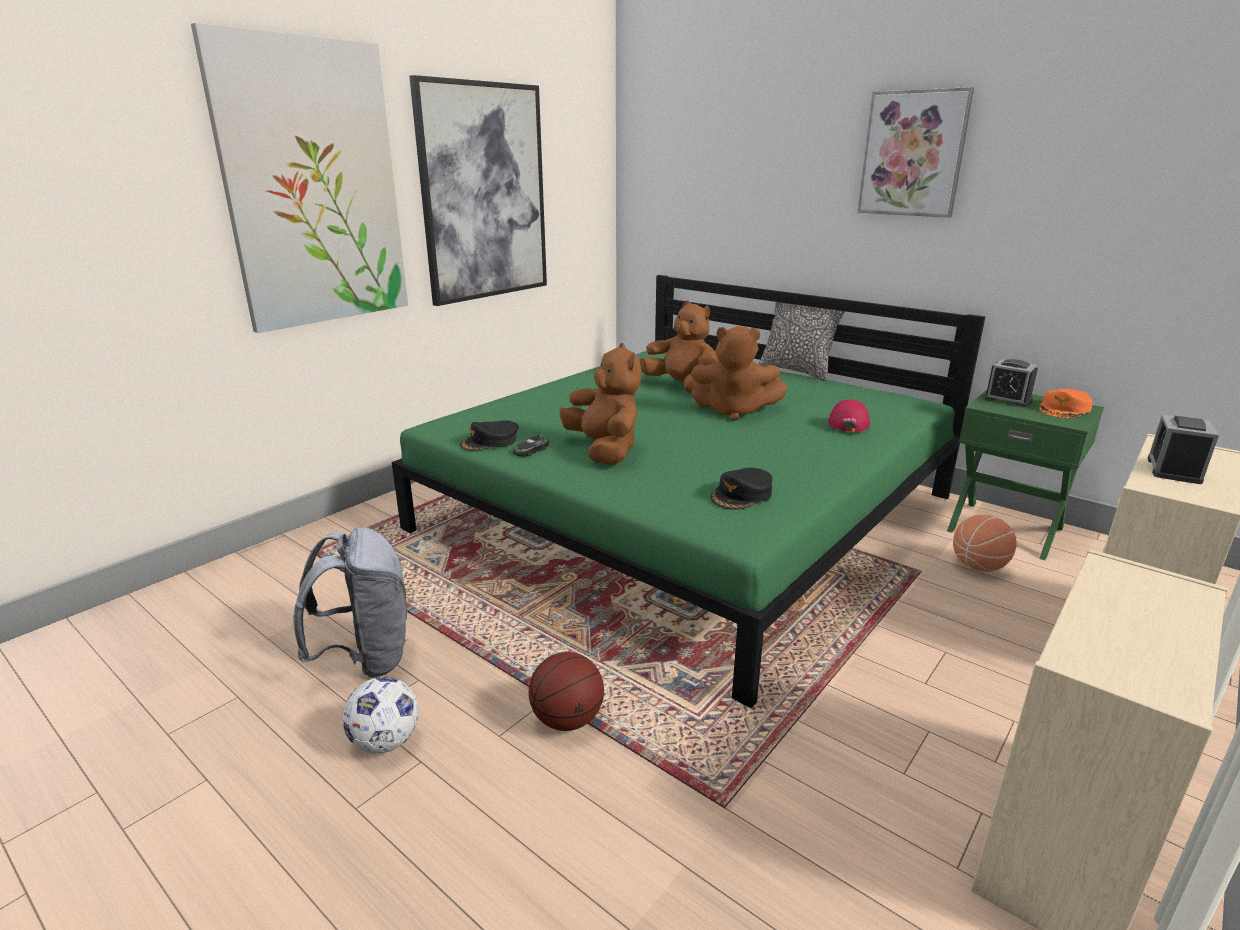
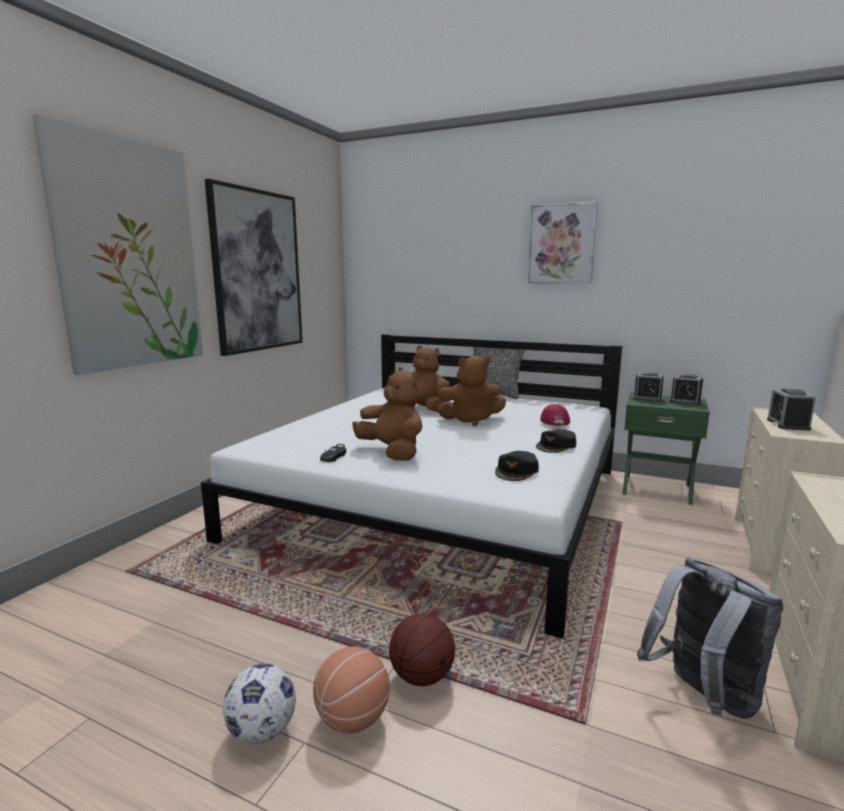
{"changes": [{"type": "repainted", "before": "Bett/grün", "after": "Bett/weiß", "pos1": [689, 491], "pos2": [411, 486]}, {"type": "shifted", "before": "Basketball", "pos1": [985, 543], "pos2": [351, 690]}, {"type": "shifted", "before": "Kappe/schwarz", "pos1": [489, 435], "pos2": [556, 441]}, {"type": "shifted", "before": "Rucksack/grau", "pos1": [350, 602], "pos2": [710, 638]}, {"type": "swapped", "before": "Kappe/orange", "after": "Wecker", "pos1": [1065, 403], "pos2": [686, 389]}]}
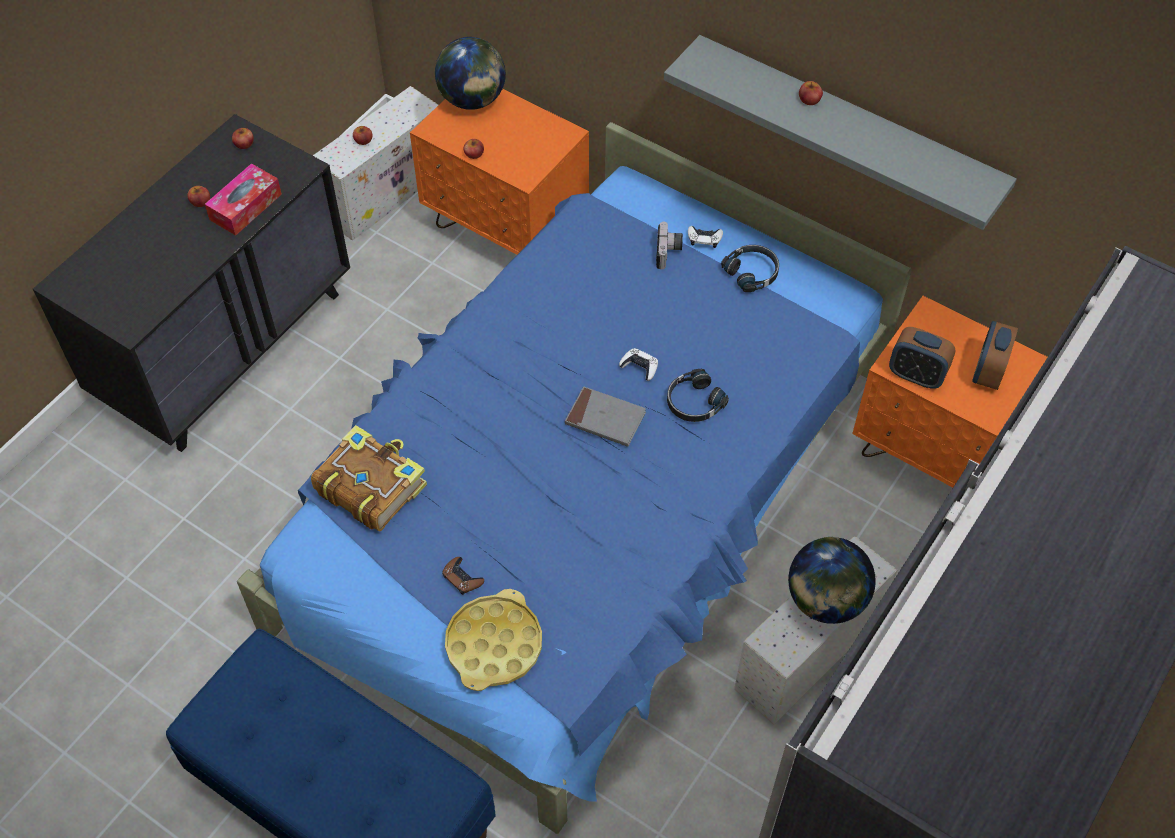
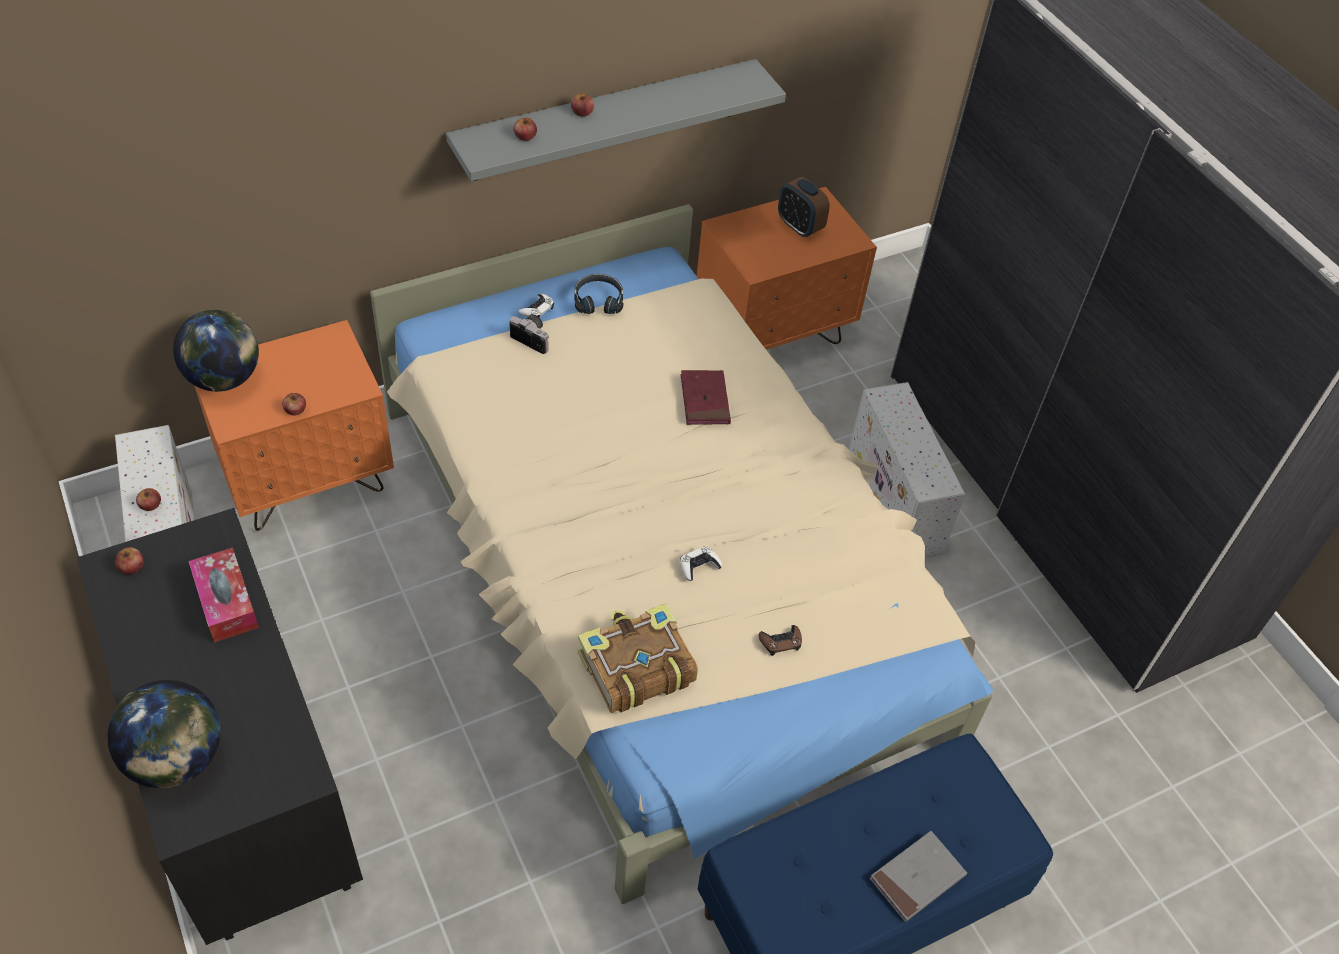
{"changes": [{"type": "shifted", "before": "Globus", "pos1": [832, 580], "pos2": [164, 734]}, {"type": "repainted", "before": "Bett/blau", "after": "Bett/beige", "pos1": [574, 478], "pos2": [681, 554]}, {"type": "shifted", "before": "Apfel", "pos1": [198, 196], "pos2": [525, 129]}, {"type": "shifted", "before": "Gamepad/weiß", "pos1": [638, 364], "pos2": [701, 563]}, {"type": "swapped", "before": "Kopfhörer/schwarz", "after": "Buch/rot", "pos1": [698, 395], "pos2": [706, 397]}, {"type": "shifted", "before": "Buch/grau", "pos1": [605, 416], "pos2": [918, 876]}, {"type": "gone", "before": "Tablett/gelb", "pos1": [493, 640]}, {"type": "gone", "before": "Wecker", "pos1": [922, 358]}]}
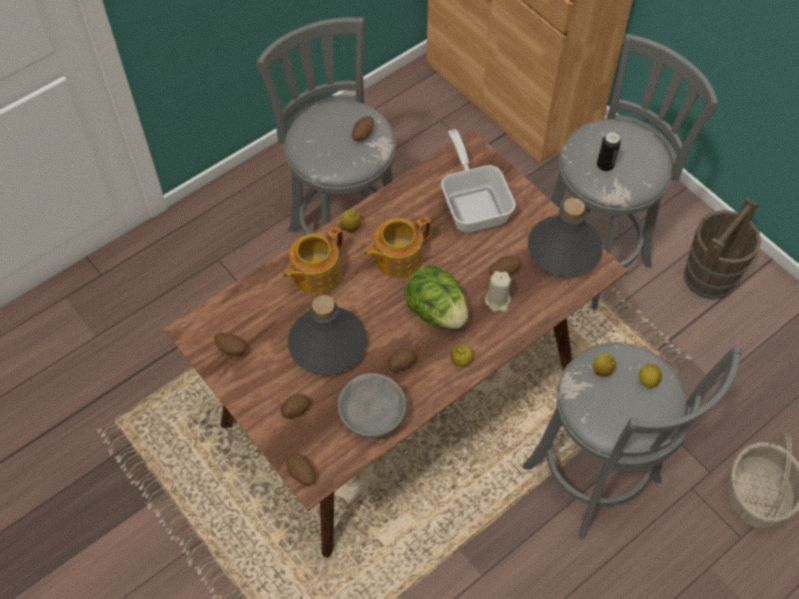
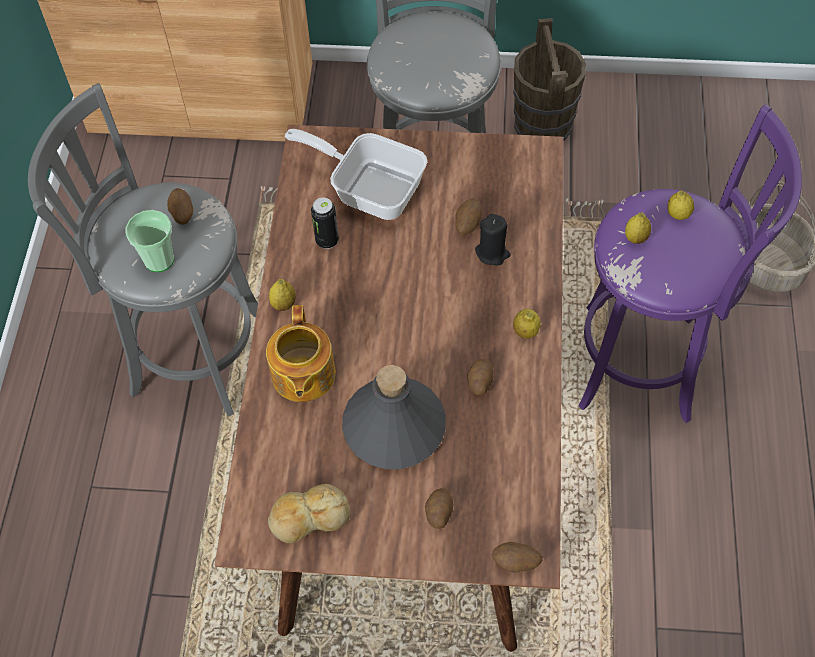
{"changes": [{"type": "new", "after": "Tasse", "pos2": [150, 241]}, {"type": "swapped", "before": "Kartoffel", "after": "Brot", "pos1": [230, 344], "pos2": [309, 513]}, {"type": "shifted", "before": "Dose", "pos1": [609, 152], "pos2": [325, 223]}, {"type": "repainted", "before": "Kerze/beige", "after": "Kerze/schwarz", "pos1": [498, 291], "pos2": [492, 240]}, {"type": "repainted", "before": "Hocker/grau", "after": "Hocker/lila", "pos1": [632, 440], "pos2": [690, 263]}, {"type": "gone", "before": "Schüssel/grau", "pos1": [372, 406]}, {"type": "gone", "before": "Teekanne", "pos1": [397, 247]}, {"type": "gone", "before": "Salatkopf", "pos1": [436, 296]}, {"type": "gone", "before": "Flasche/grau", "pos1": [565, 237]}]}
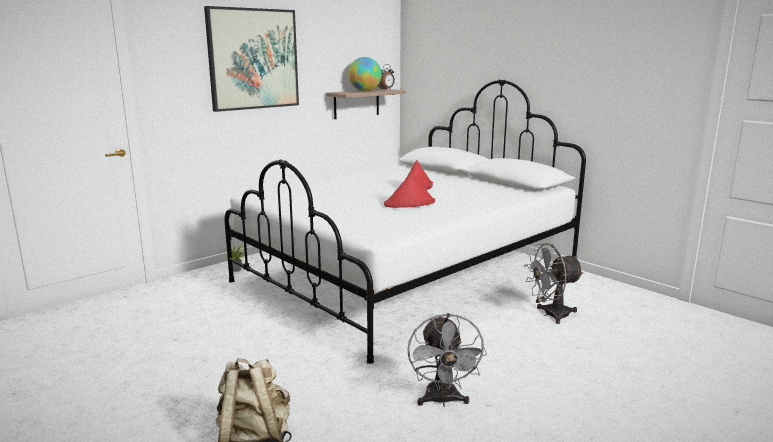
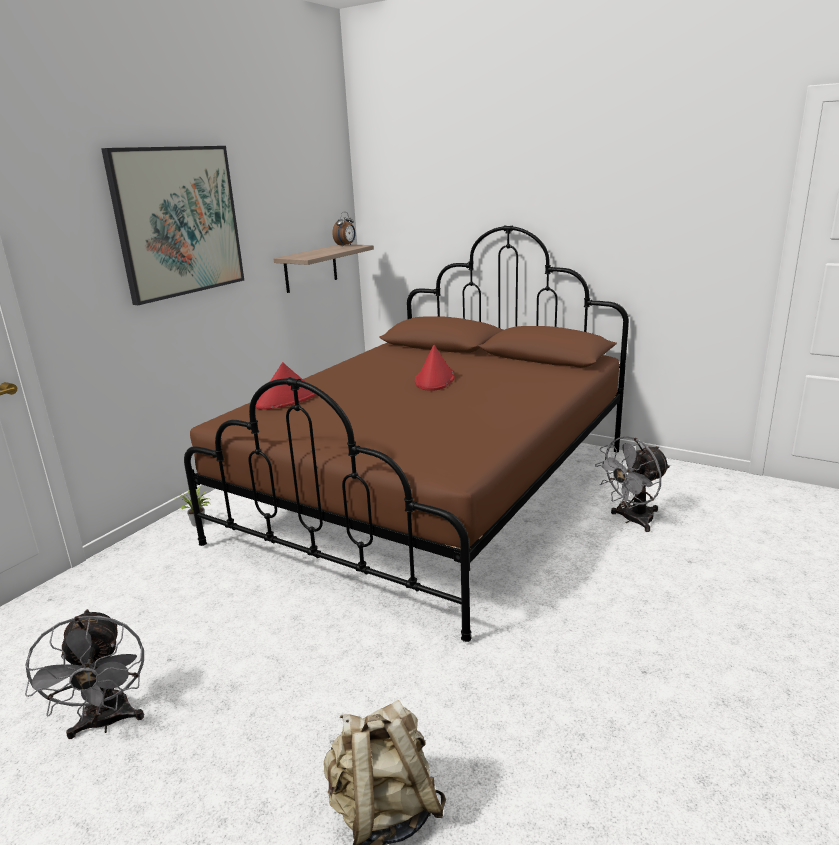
{"changes": [{"type": "shifted", "before": "Ventilator/grau", "pos1": [447, 360], "pos2": [84, 674]}, {"type": "repainted", "before": "Bett/weiß", "after": "Bett/braun", "pos1": [405, 221], "pos2": [406, 433]}, {"type": "shifted", "before": "Hut/rot", "pos1": [409, 190], "pos2": [286, 386]}, {"type": "gone", "before": "Globus", "pos1": [365, 74]}]}
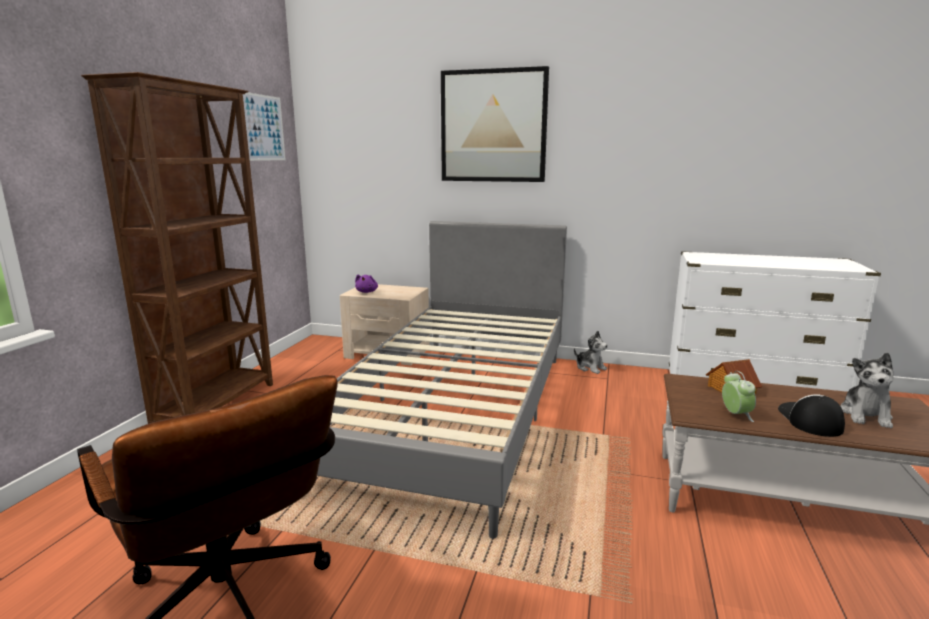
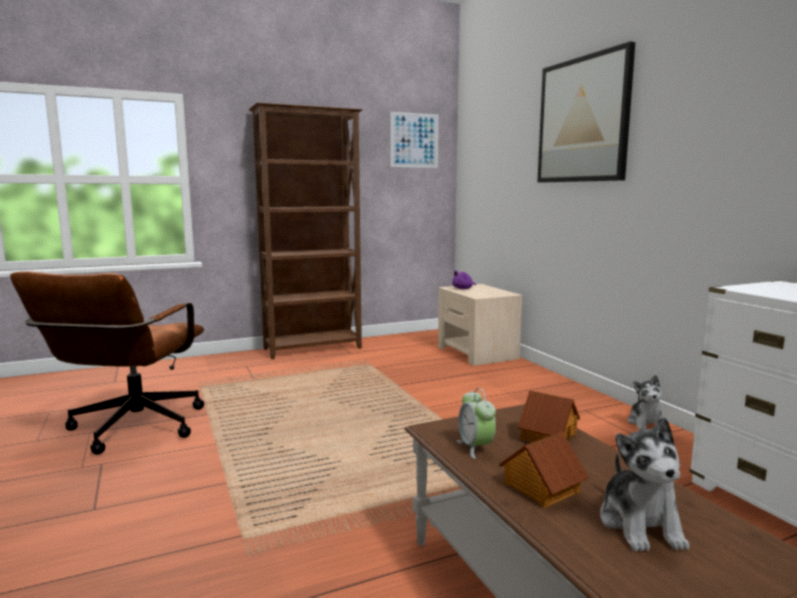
{"changes": [{"type": "rotated", "before": "Wecker", "pos1": [739, 396], "pos2": [476, 423], "turn": 120}, {"type": "swapped", "before": "Kappe", "after": "Spielzeughaus", "pos1": [811, 415], "pos2": [544, 470]}, {"type": "rotated", "before": "Plüschtier", "pos1": [867, 390], "pos2": [645, 484], "turn": -75}, {"type": "gone", "before": "Bett/grau", "pos1": [442, 380]}]}
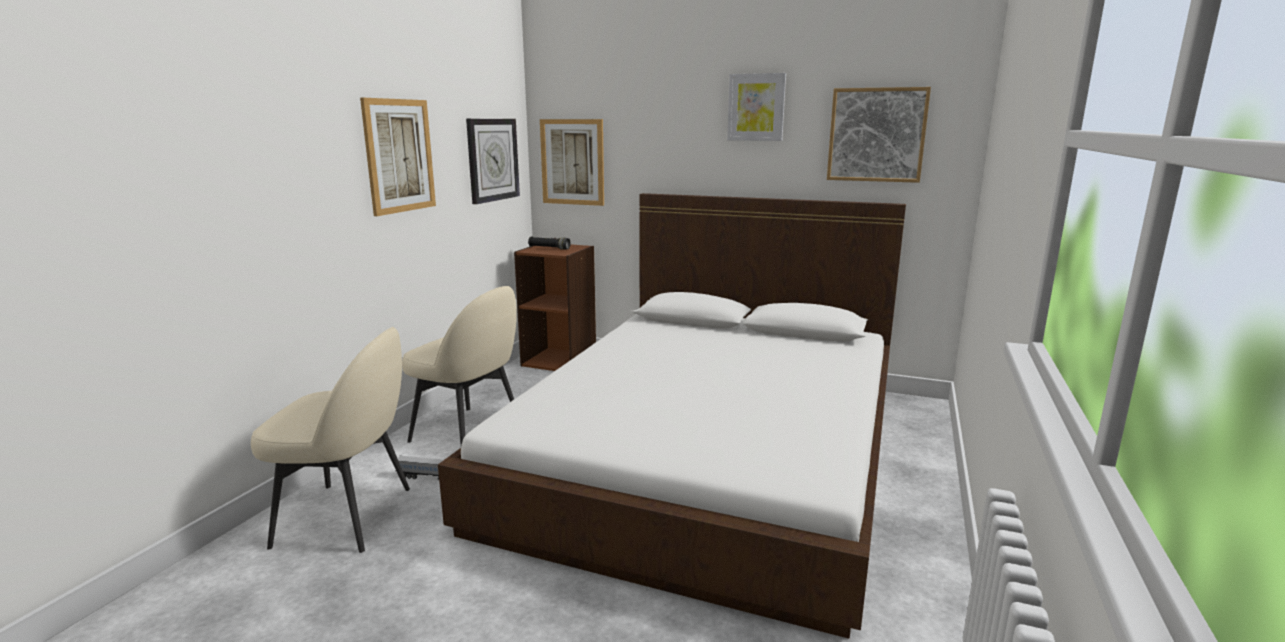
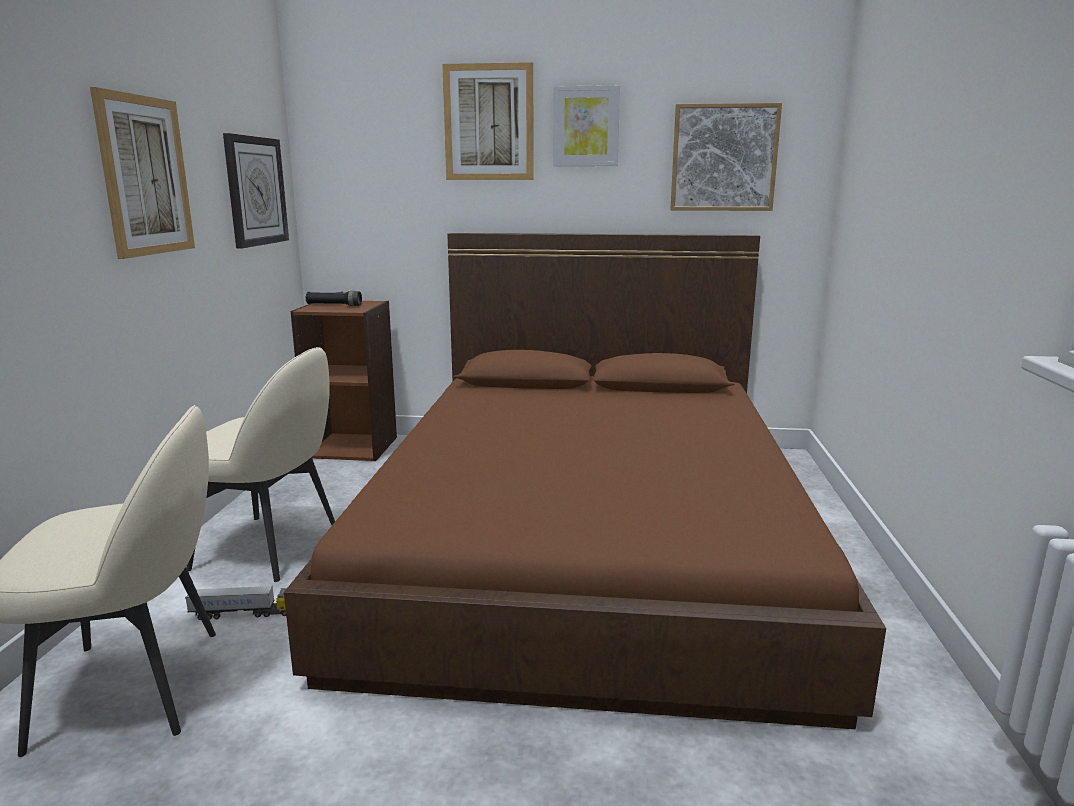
{"changes": [{"type": "repainted", "before": "Bett/weiß", "after": "Bett/braun", "pos1": [672, 416], "pos2": [585, 481]}, {"type": "shifted", "before": "Bild", "pos1": [572, 162], "pos2": [487, 121]}]}
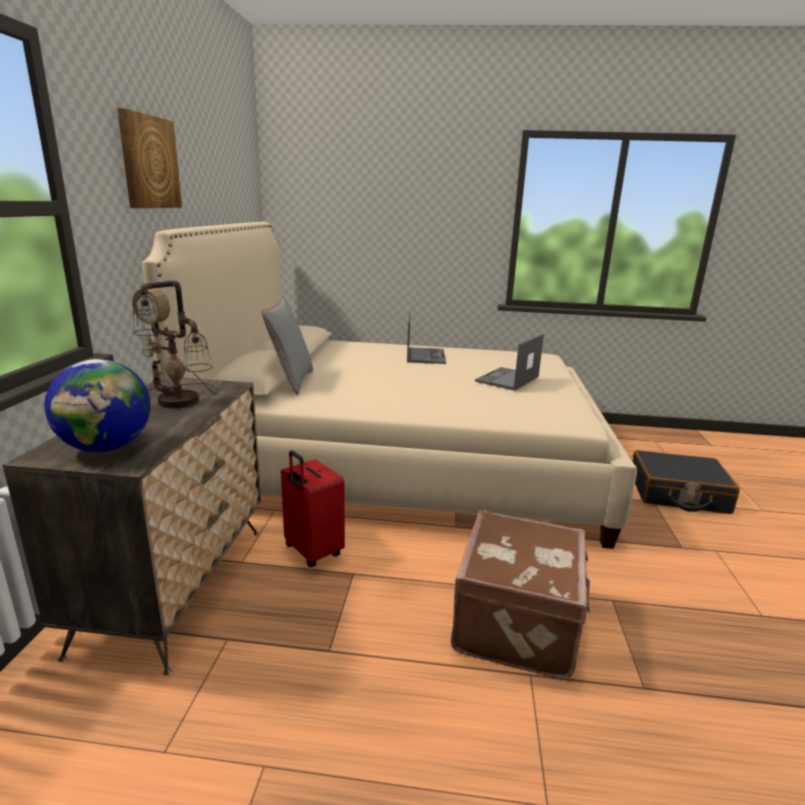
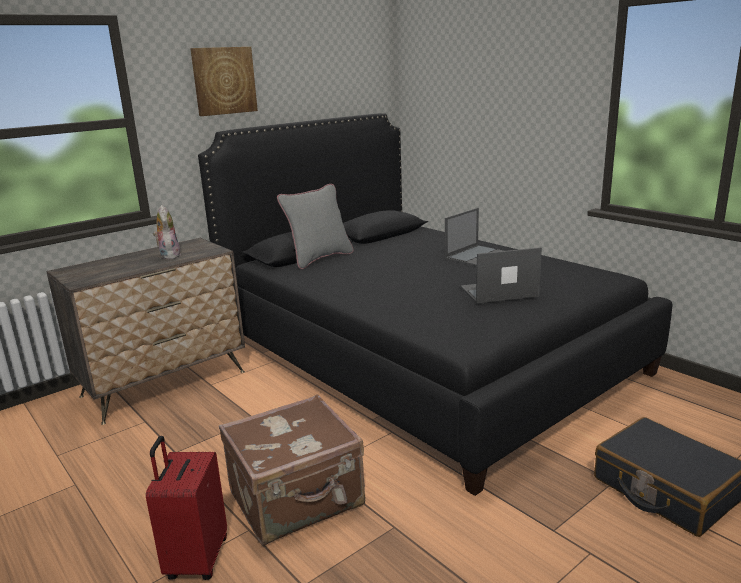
{"changes": [{"type": "shifted", "before": "Koffer/rot", "pos1": [313, 508], "pos2": [186, 508]}, {"type": "swapped", "before": "Tischlampe", "after": "Plüschtier", "pos1": [175, 344], "pos2": [166, 232]}, {"type": "repainted", "before": "Bett/beige", "after": "Bett/schwarz", "pos1": [389, 385], "pos2": [435, 304]}, {"type": "gone", "before": "Globus", "pos1": [97, 405]}]}
